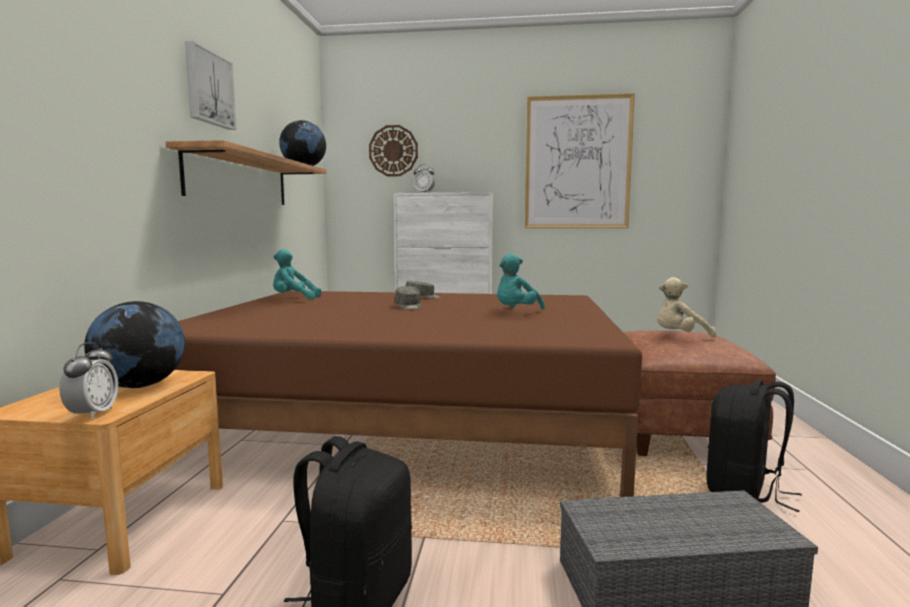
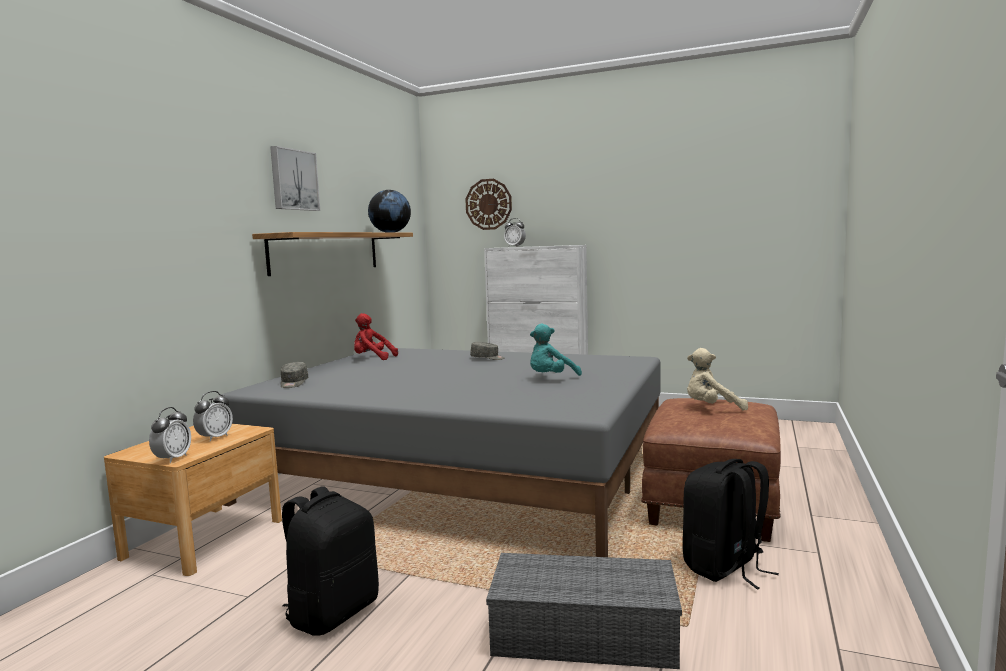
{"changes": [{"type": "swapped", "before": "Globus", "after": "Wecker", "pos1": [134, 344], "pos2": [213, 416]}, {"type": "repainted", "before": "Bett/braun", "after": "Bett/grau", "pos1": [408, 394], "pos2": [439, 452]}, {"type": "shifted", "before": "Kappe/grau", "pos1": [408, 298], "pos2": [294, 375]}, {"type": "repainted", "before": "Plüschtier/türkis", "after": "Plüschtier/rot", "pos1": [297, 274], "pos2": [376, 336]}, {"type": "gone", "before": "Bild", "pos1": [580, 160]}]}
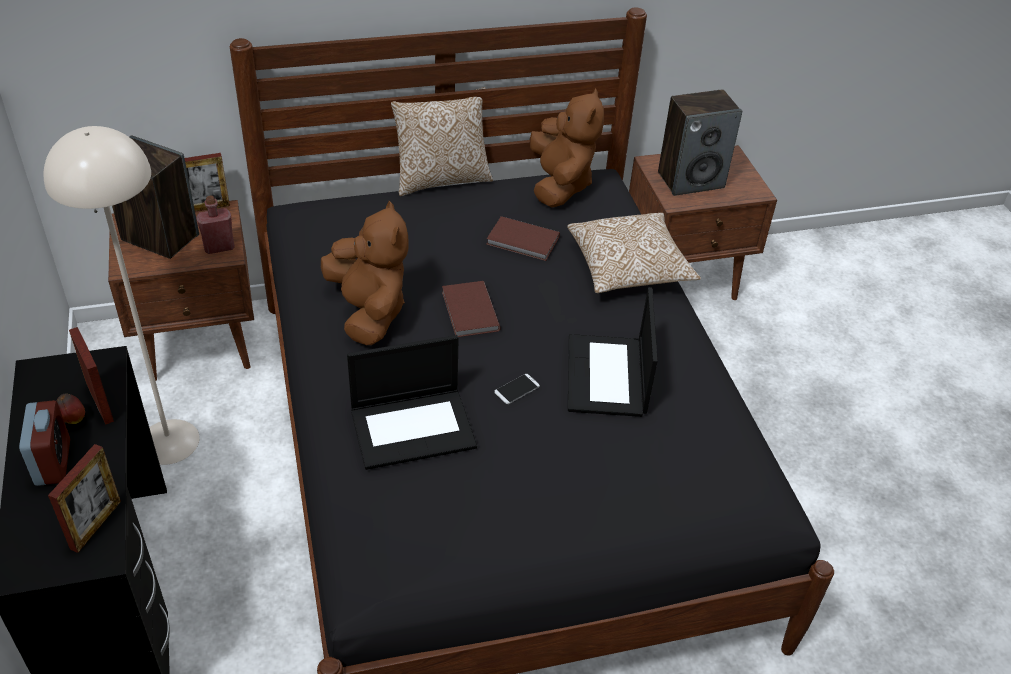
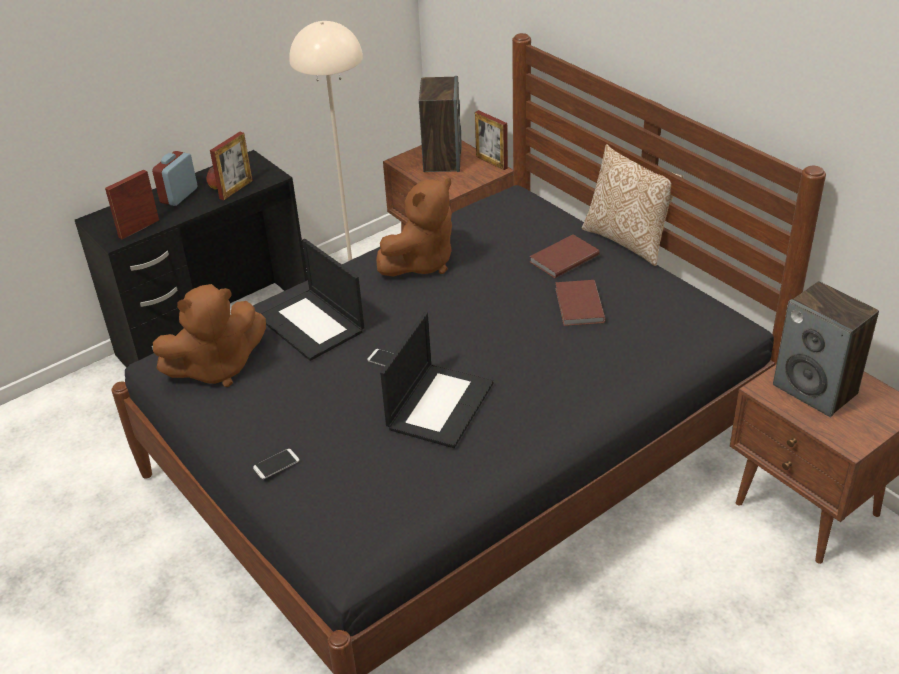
{"changes": [{"type": "rotated", "before": "Bilderrahmen", "pos1": [84, 498], "pos2": [132, 204], "turn": 135}, {"type": "rotated", "before": "Wecker", "pos1": [44, 443], "pos2": [174, 178], "turn": 150}, {"type": "shifted", "before": "Plüschtier/braun", "pos1": [567, 148], "pos2": [209, 335]}, {"type": "new", "after": "Handy", "pos2": [276, 464]}, {"type": "rotated", "before": "Laptop", "pos1": [613, 352], "pos2": [437, 380], "turn": 135}, {"type": "shifted", "before": "Buch/braun", "pos1": [471, 309], "pos2": [565, 256]}, {"type": "gone", "before": "Flasche/rot", "pos1": [215, 225]}, {"type": "gone", "before": "Kissen", "pos1": [634, 253]}]}
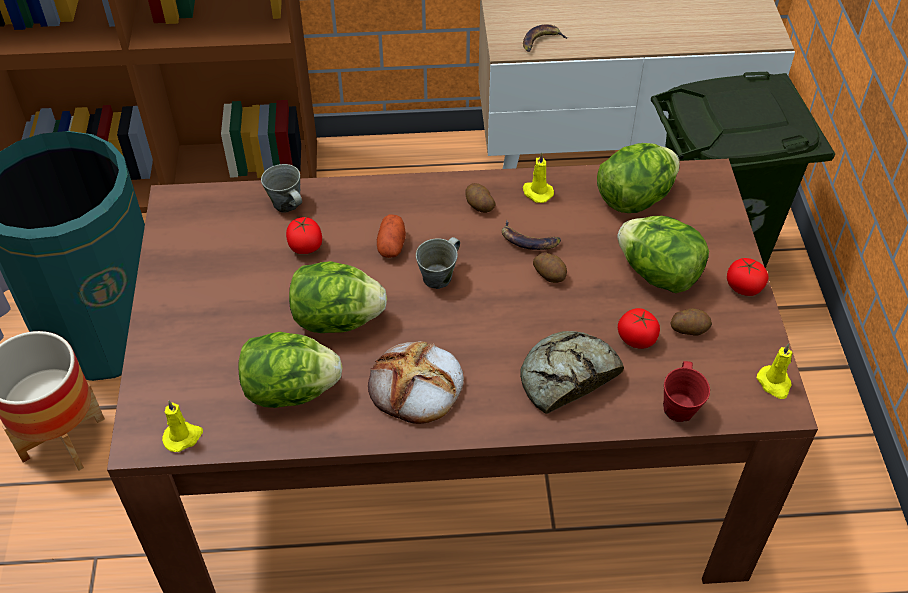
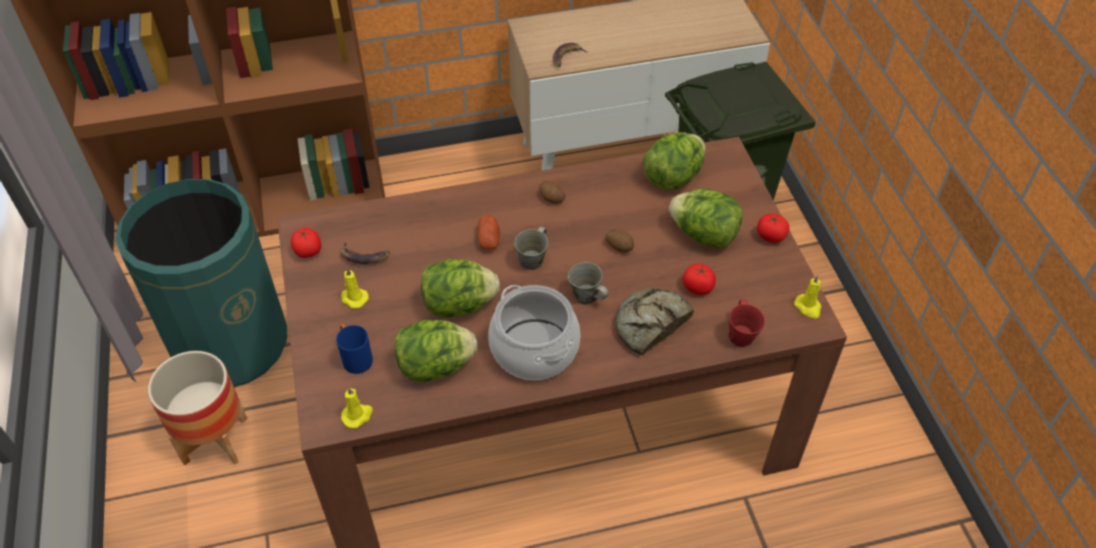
{"changes": [{"type": "shifted", "before": "Tomate", "pos1": [304, 235], "pos2": [306, 243]}, {"type": "new", "after": "Henkelbecher/blau", "pos2": [354, 349]}, {"type": "shifted", "before": "Banane", "pos1": [531, 234], "pos2": [365, 252]}, {"type": "shifted", "before": "Kerze/gelb", "pos1": [538, 177], "pos2": [355, 288]}, {"type": "swapped", "before": "Brot", "after": "Kochtopf", "pos1": [416, 382], "pos2": [534, 332]}, {"type": "shifted", "before": "Henkelbecher/grau", "pos1": [281, 188], "pos2": [588, 283]}, {"type": "gone", "before": "Kartoffel", "pos1": [691, 322]}]}
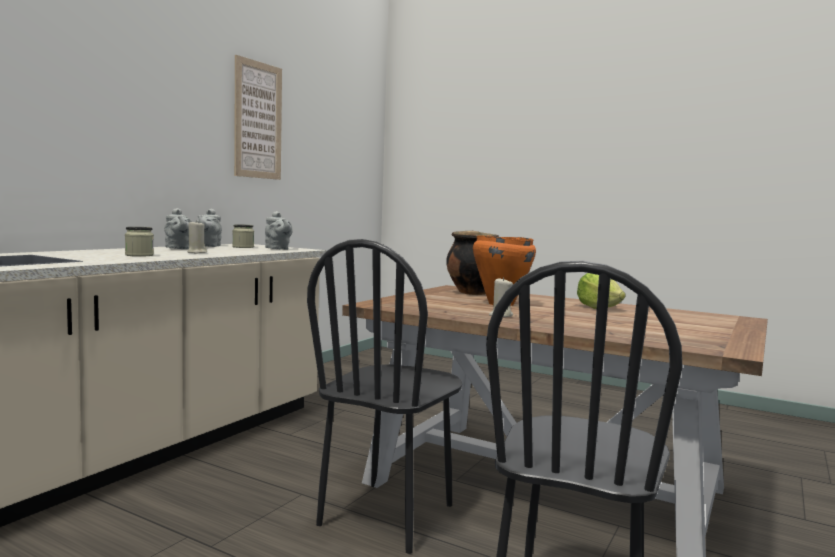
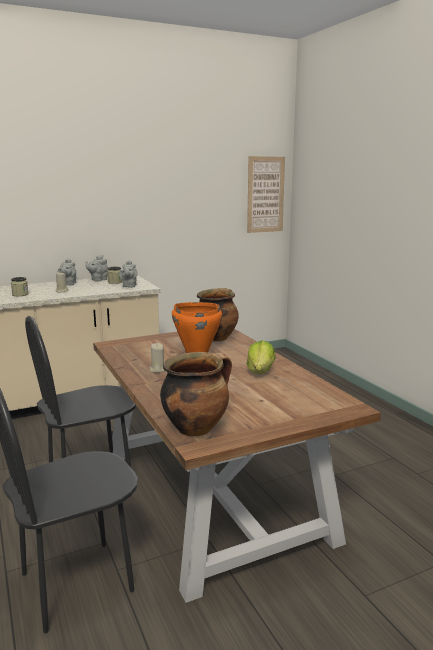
{"changes": [{"type": "new", "after": "Kochtopf", "pos2": [196, 394]}, {"type": "shifted", "before": "Bild", "pos1": [258, 117], "pos2": [266, 194]}]}
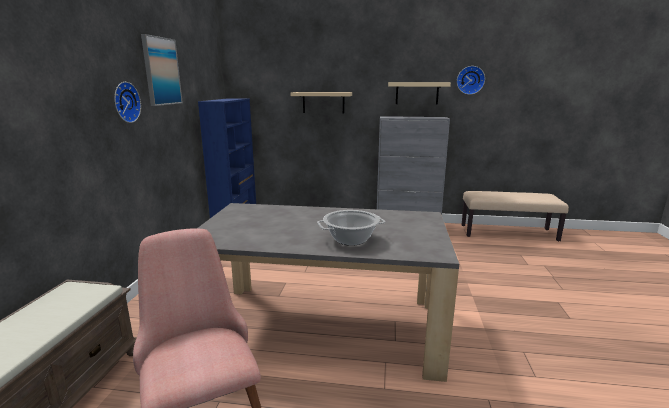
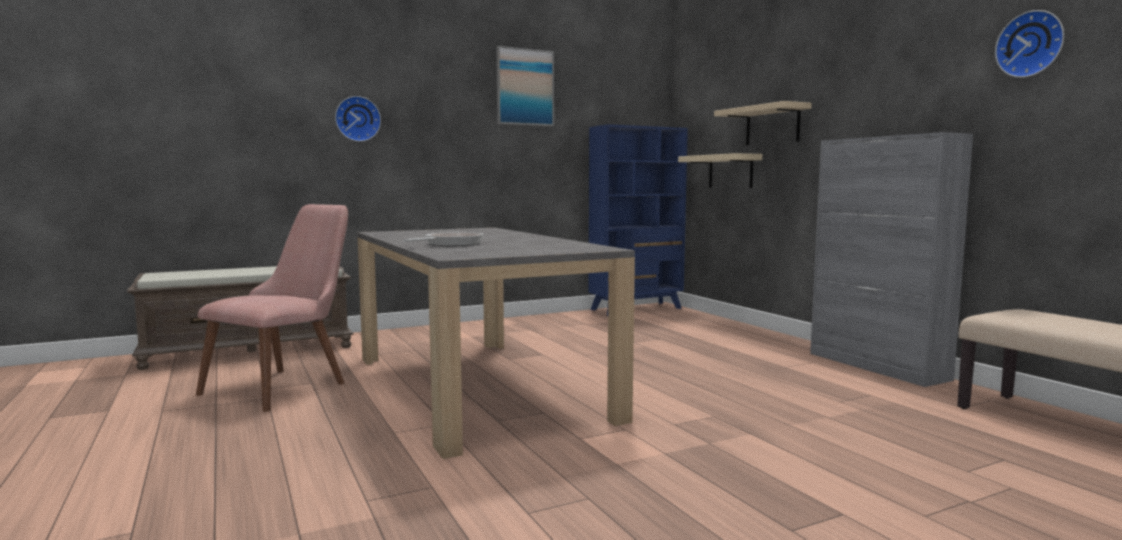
{"changes": [{"type": "shifted", "before": "Wanduhr", "pos1": [127, 102], "pos2": [358, 119]}, {"type": "swapped", "before": "Kochtopf", "after": "Pfanne", "pos1": [351, 228], "pos2": [444, 239]}, {"type": "shifted", "before": "Wandregal/beige", "pos1": [419, 93], "pos2": [720, 170]}]}
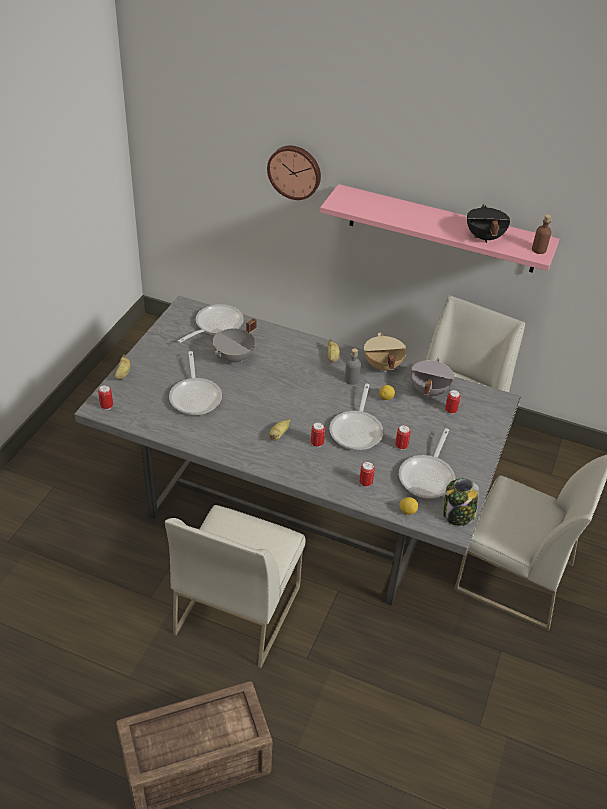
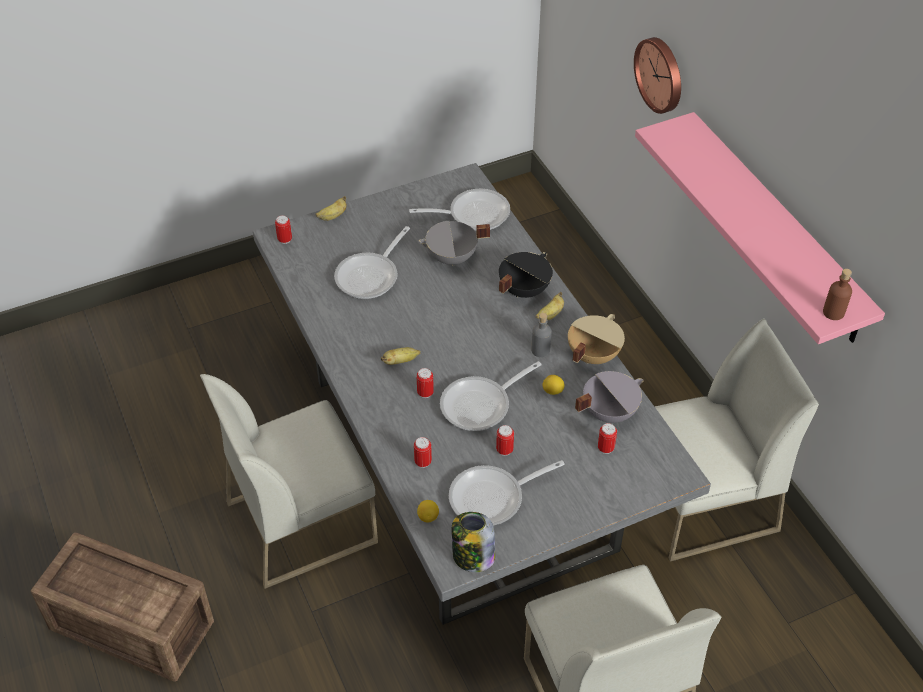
{"changes": [{"type": "shifted", "before": "Kochtopf/schwarz", "pos1": [488, 223], "pos2": [526, 275]}]}
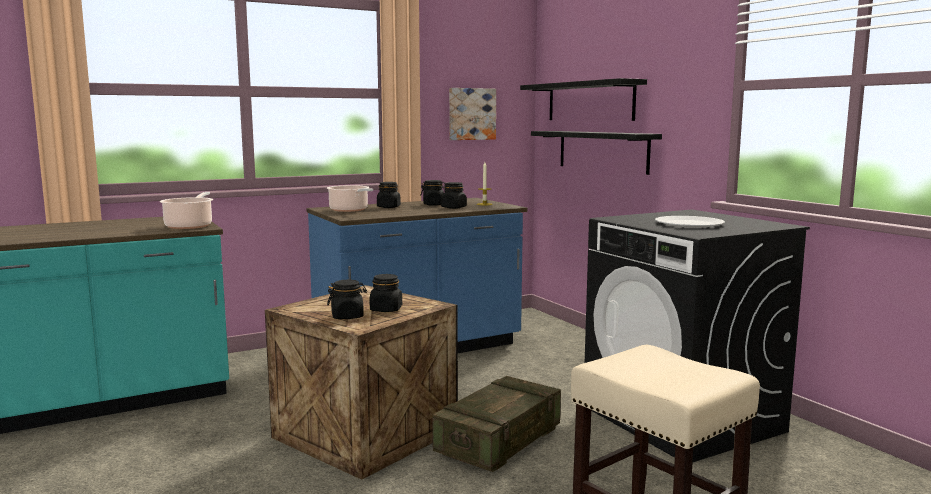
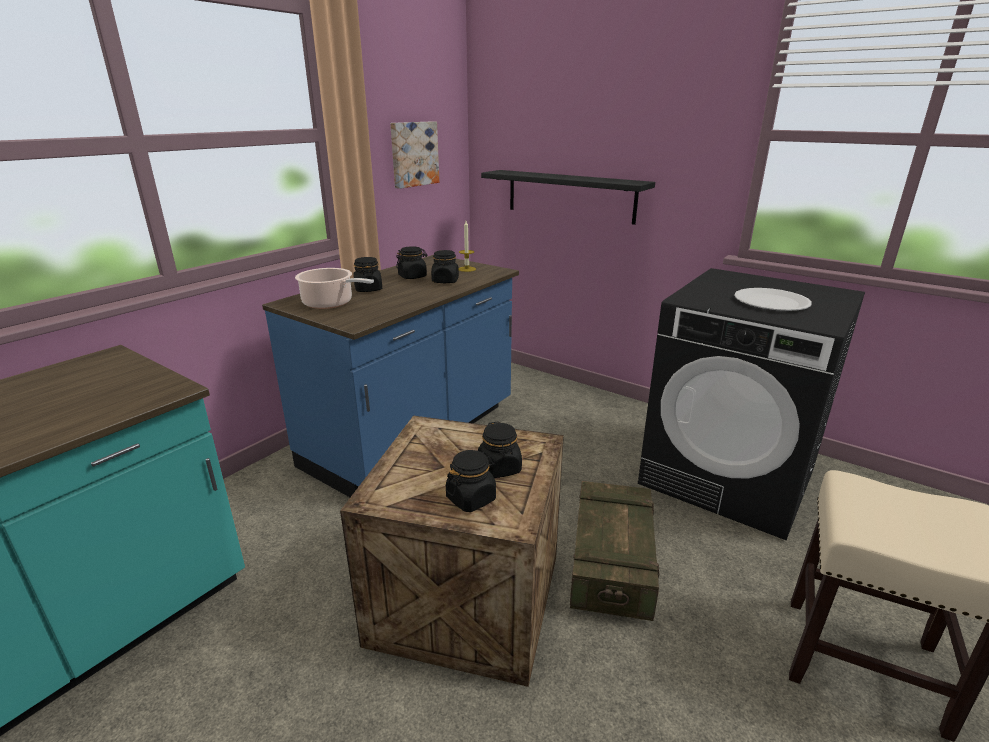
{"changes": [{"type": "gone", "before": "Kochtopf", "pos1": [186, 210]}, {"type": "gone", "before": "Wandregal/schwarz", "pos1": [583, 99]}]}
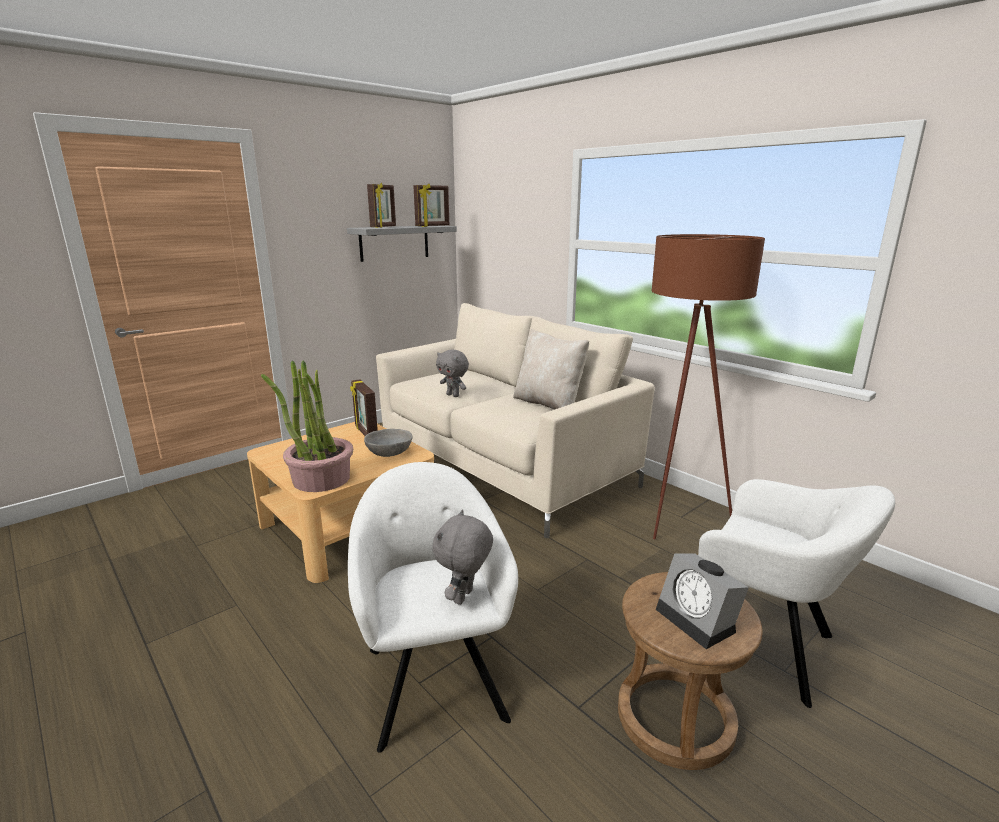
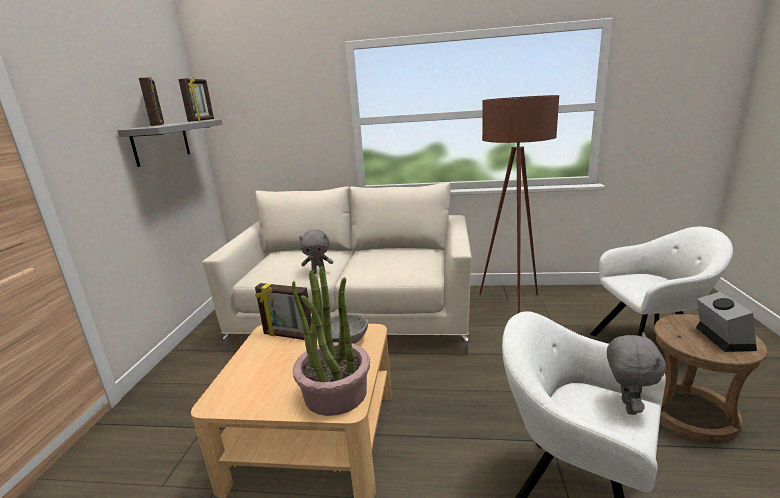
{"changes": [{"type": "rotated", "before": "Plüschtier/grau", "pos1": [463, 557], "pos2": [636, 373], "turn": -150}, {"type": "rotated", "before": "Wecker", "pos1": [702, 601], "pos2": [726, 322], "turn": -105}, {"type": "gone", "before": "Kissen/beige", "pos1": [551, 369]}]}
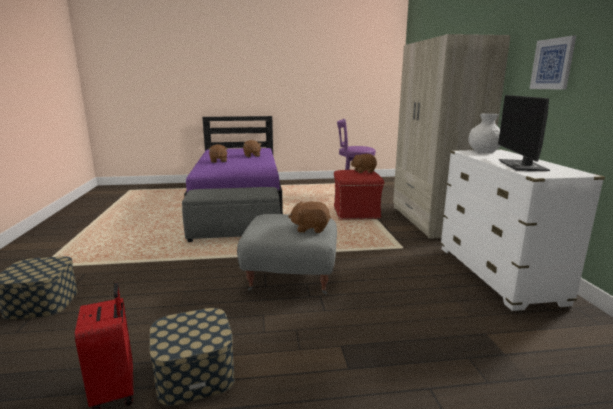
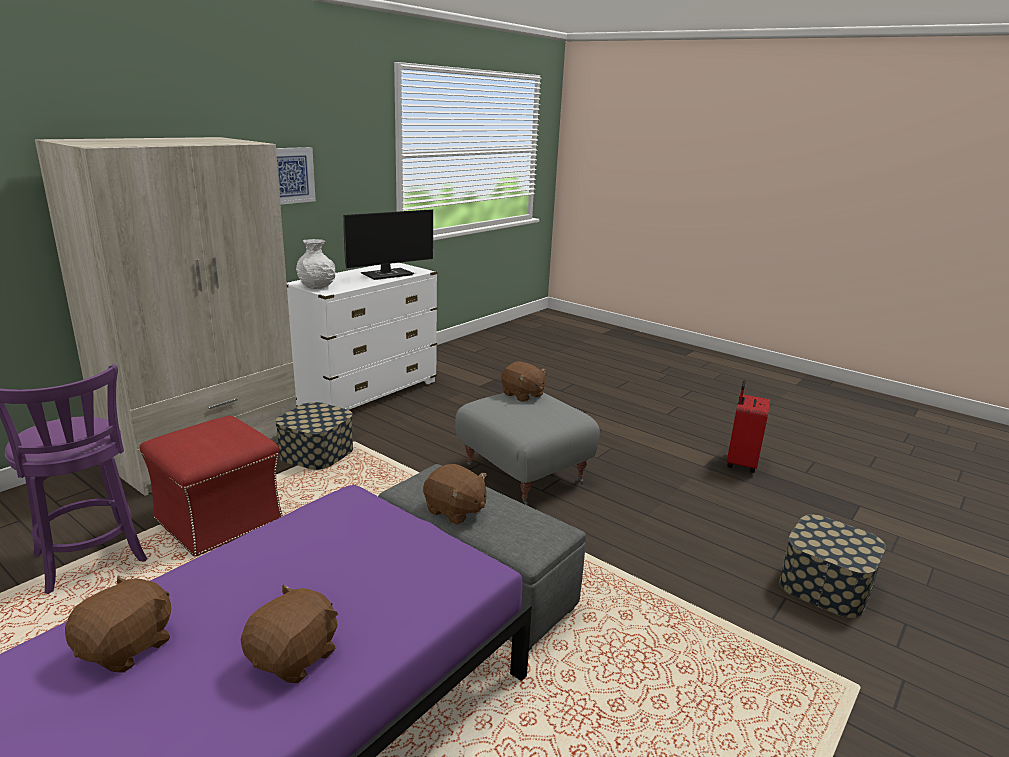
{"changes": [{"type": "shifted", "before": "Aufbewahrungsbox", "pos1": [192, 357], "pos2": [314, 436]}, {"type": "shifted", "before": "Plüschtier/braun", "pos1": [364, 163], "pos2": [455, 494]}]}
